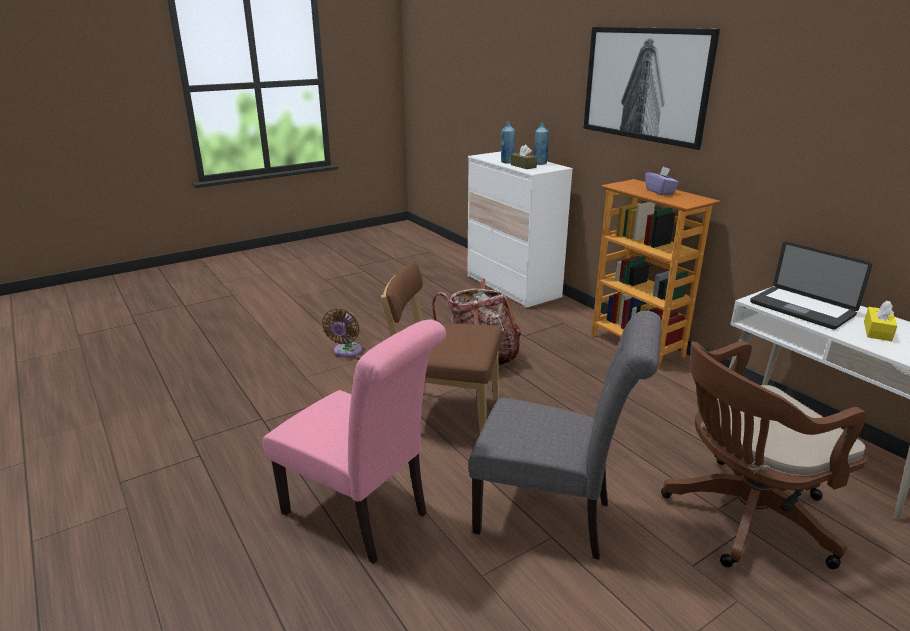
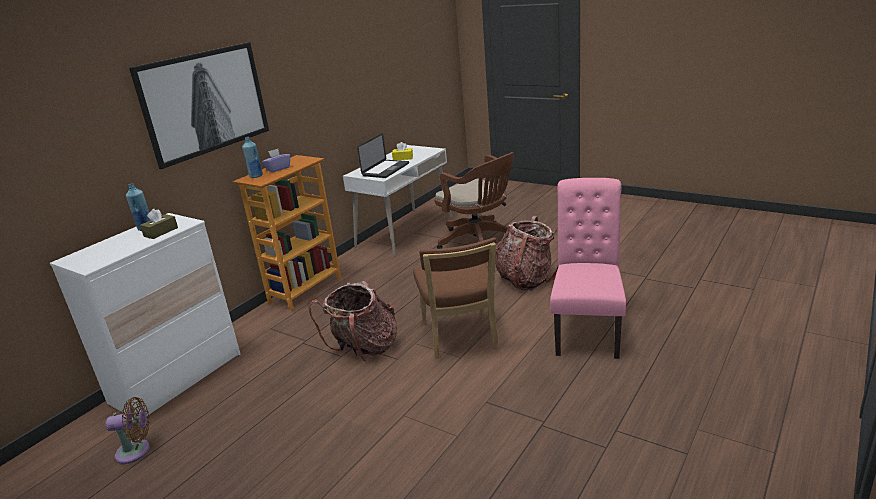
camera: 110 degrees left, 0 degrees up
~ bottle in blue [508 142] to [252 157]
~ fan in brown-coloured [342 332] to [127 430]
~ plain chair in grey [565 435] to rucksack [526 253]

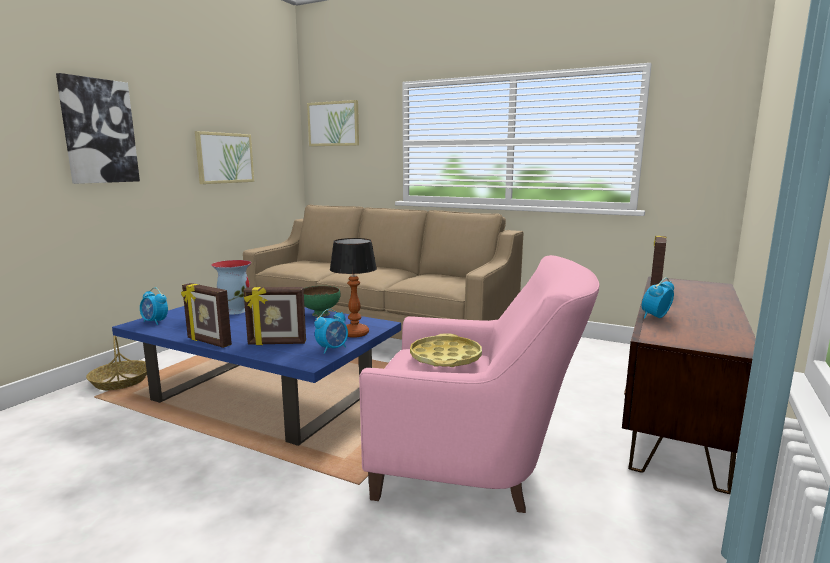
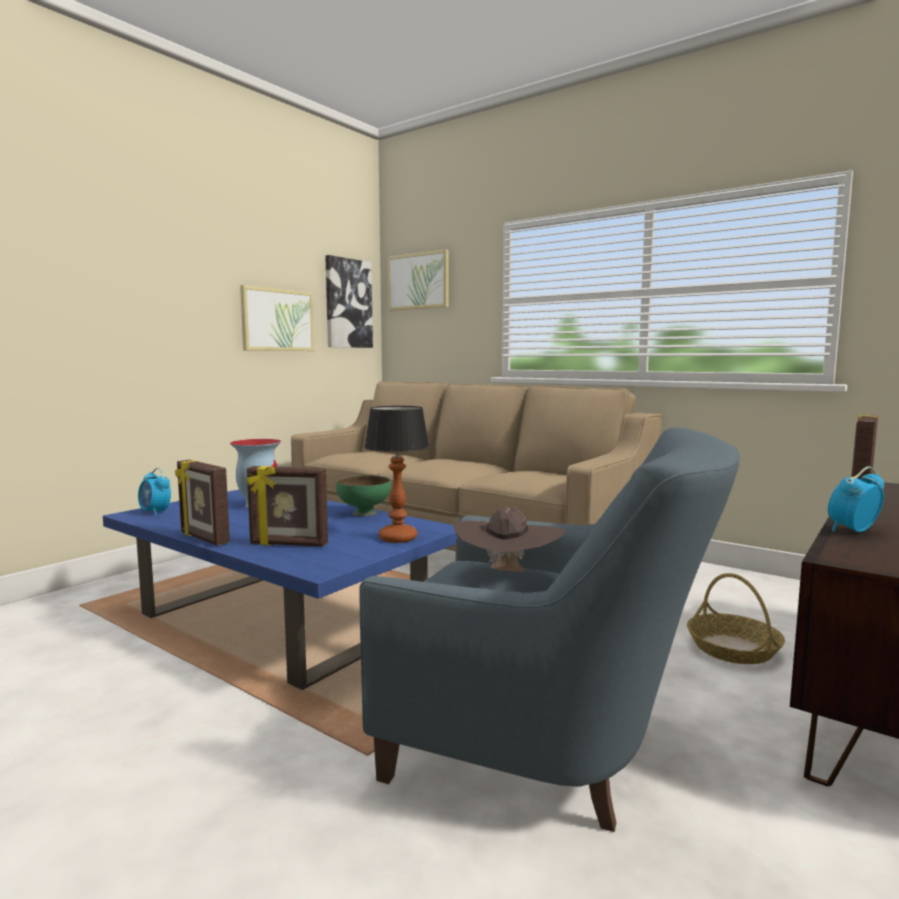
camera: 10 degrees right, 5 degrees down
~ wall picture [98 128] to [349 301]
~ armchair in pink [479 384] to armchair in blue [549 629]
- alarm clock [331 331]
~ tray in yellowish [446 350] to hat in brown-coloured [510 539]
~ basket [116 363] to [736 618]

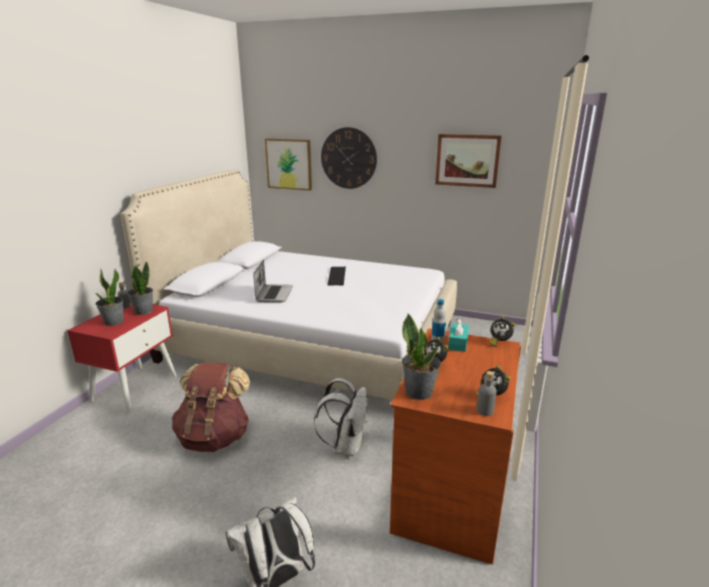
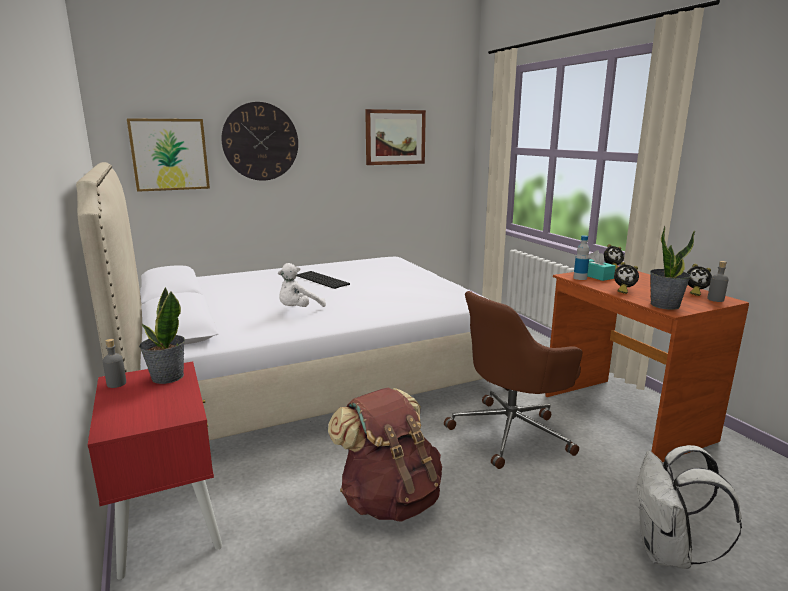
camera: 45 degrees left, 5 degrees down
~ notebook computer [273 280] to cuddly toy in whitish [302 285]
- potted plant [110 297]
~ rucksack in whitish [341 417] to computer chair in brown-coloured [513 380]

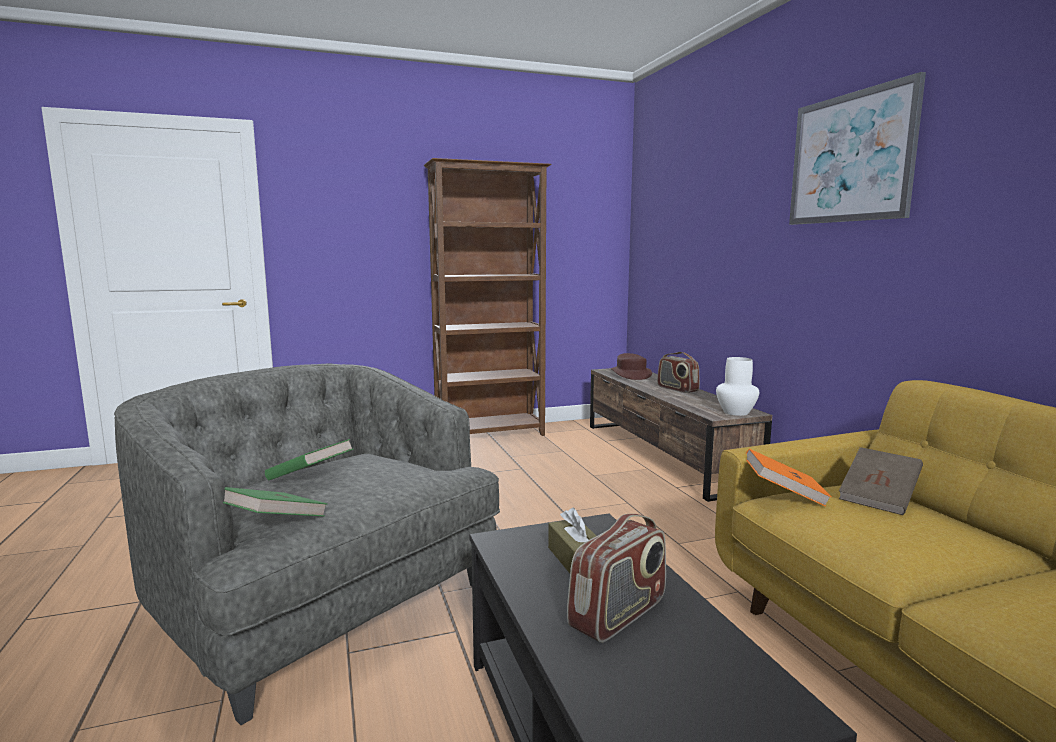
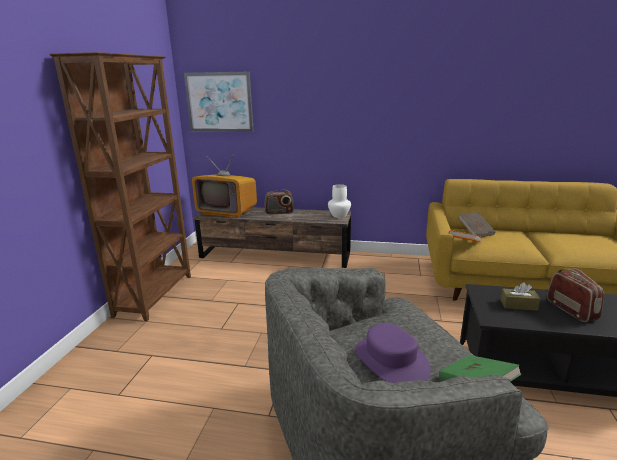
camera: 60 degrees left, 10 degrees up
~ wall picture [857 148] to [219 102]
~ hat in brown-coloured [631 366] to television [224 186]
~ book in green-coloured [309 459] to hat in purple [393 353]

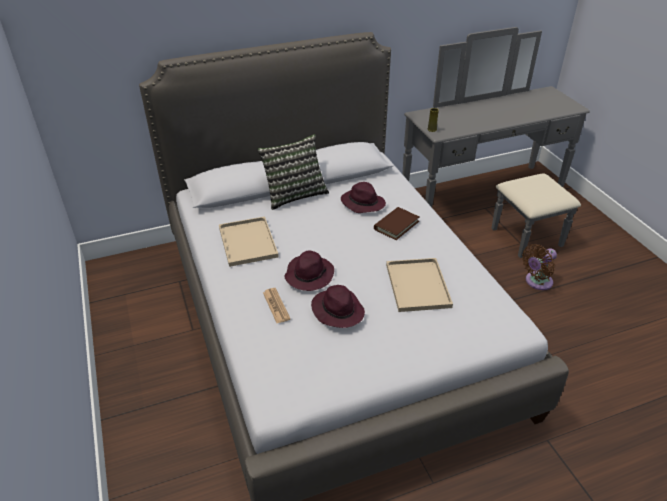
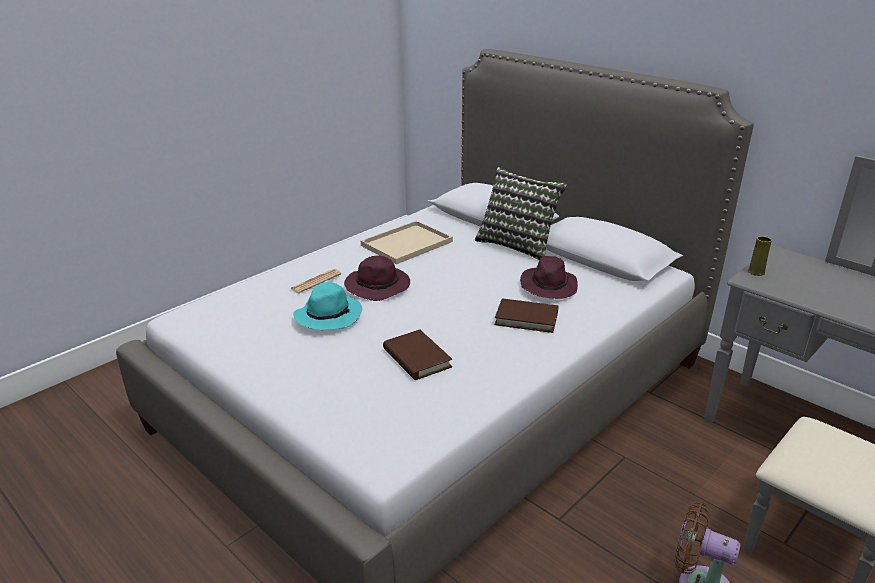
camera: 65 degrees right, 10 degrees down
~ tray in sand-coloured [419 285] to book in brown-coloured [417 354]
~ hat in purple [338 306] to hat in turquoise [327 306]

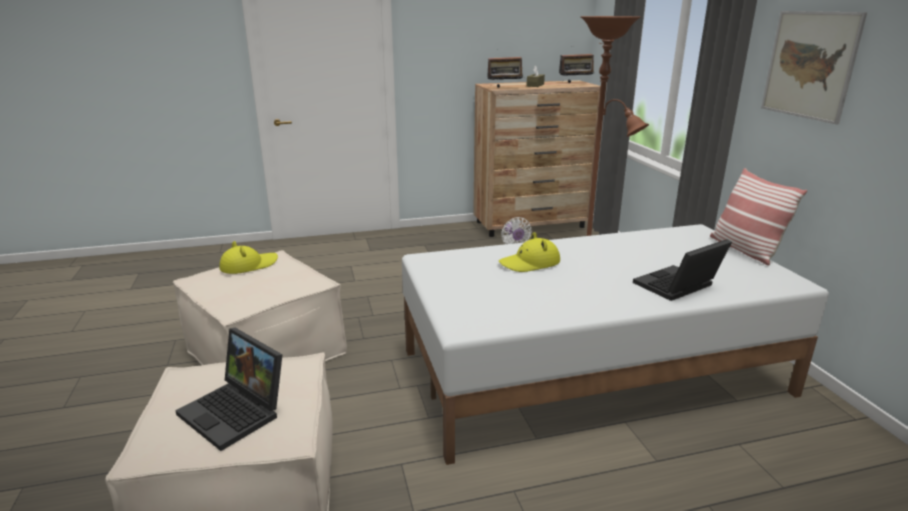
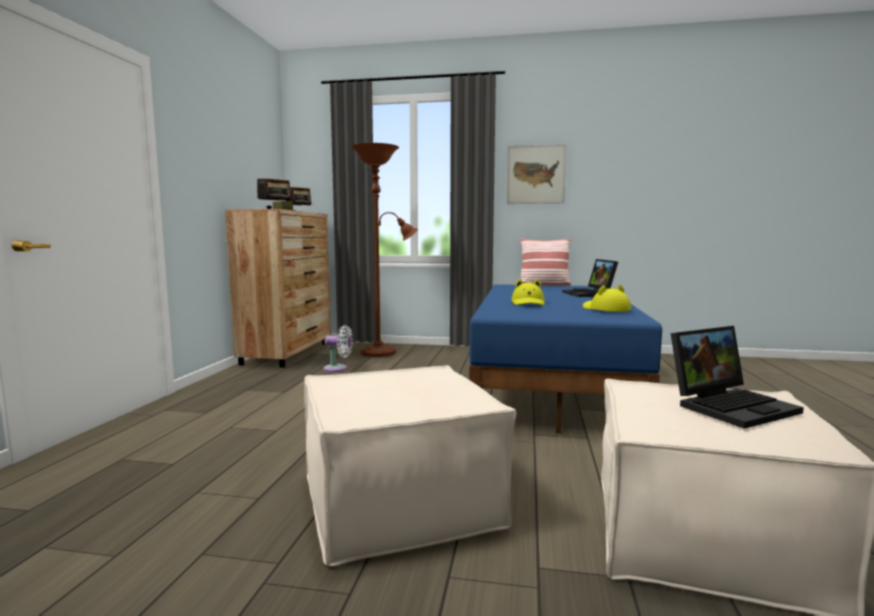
camera: 65 degrees left, 15 degrees down
~ bedroom bed in whitish [615 344] to bedroom bed in blue [565 358]
~ hat in yellowish [248 257] to [607 298]

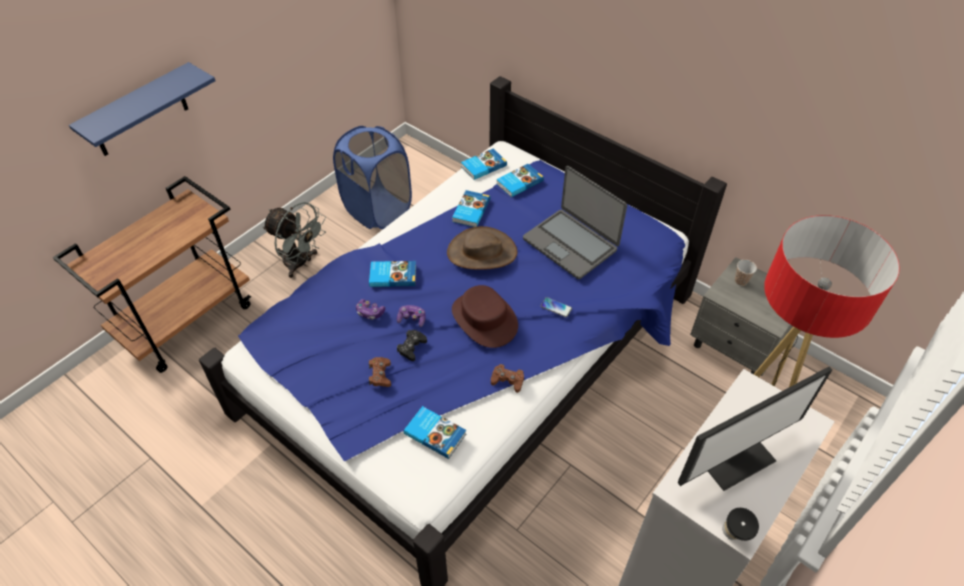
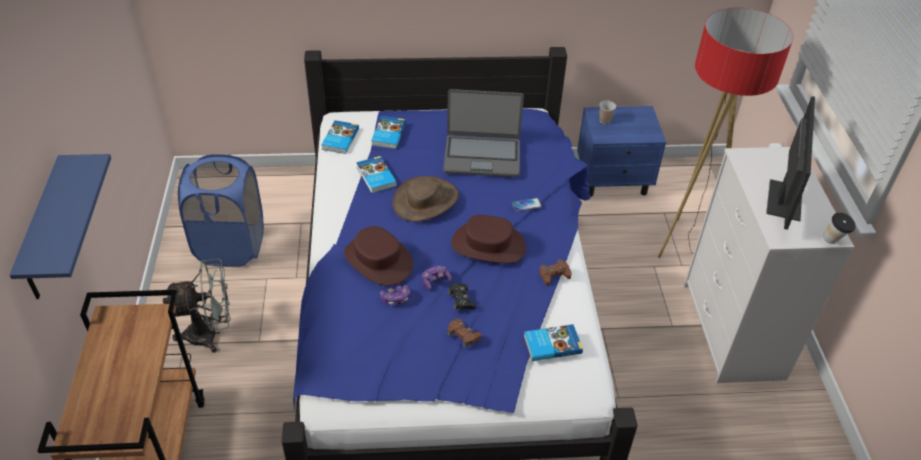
camera: 45 degrees left, 5 degrees down
~ night table in grey [741 316] to night table in blue [621 151]
~ book [392 274] to hat in brown-coloured [378 256]

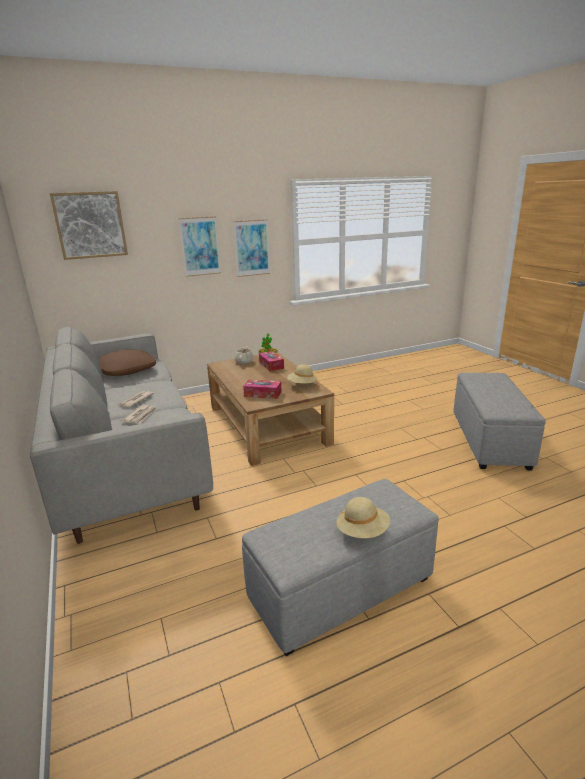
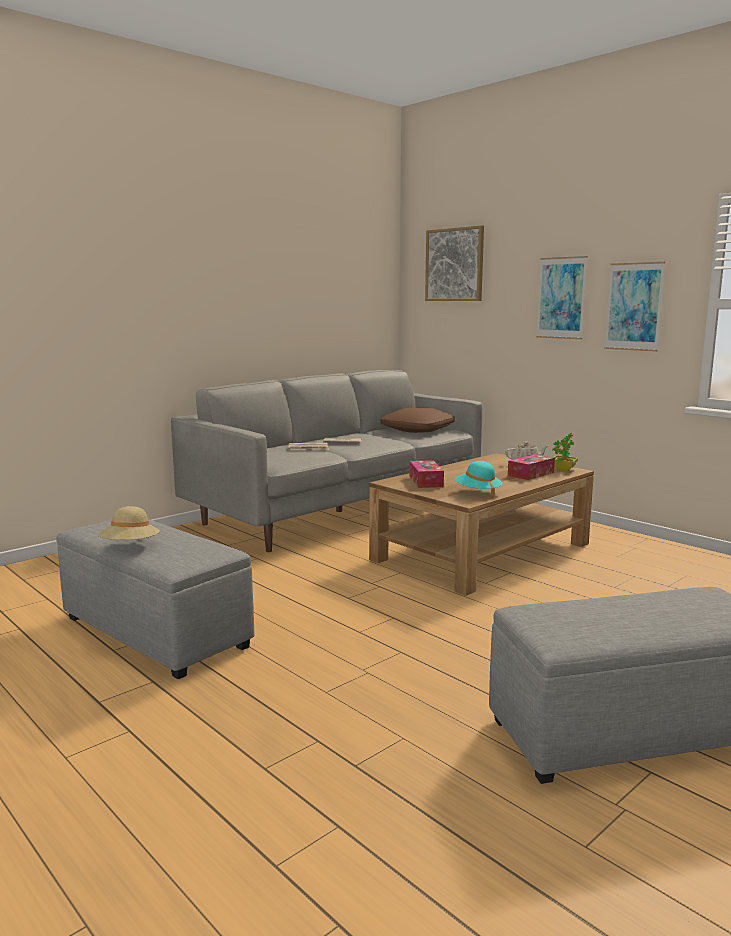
camera: 70 degrees right, 10 degrees down
~ hat in sand-coloured [302 373] to hat in turquoise [479 479]

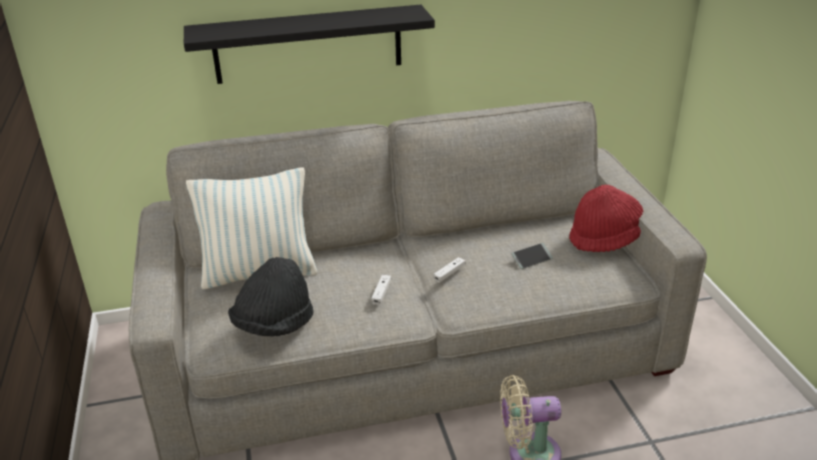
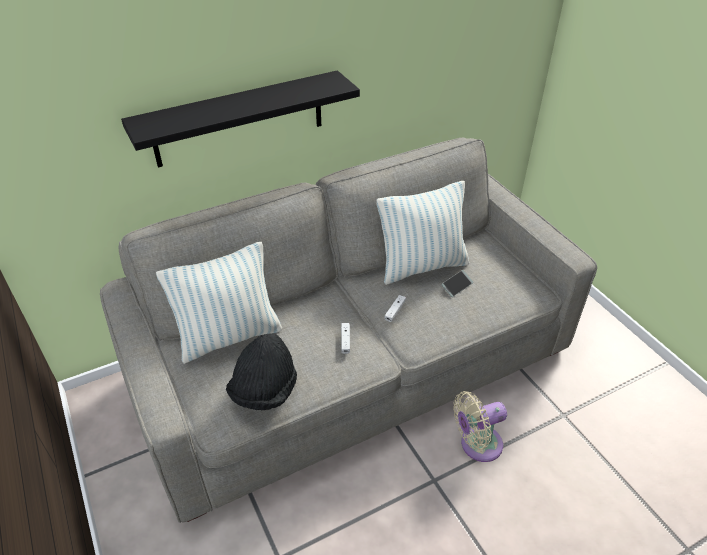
camera: 15 degrees left, 10 degrees up
- hat in red-coloured [606 218]
+ cushion [422 233]

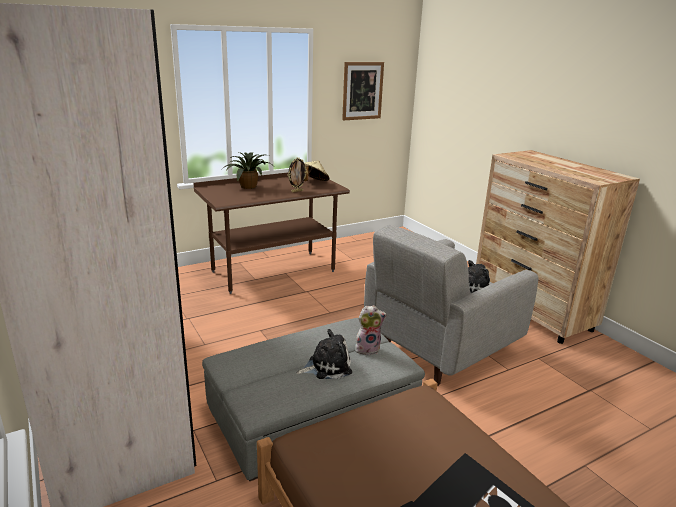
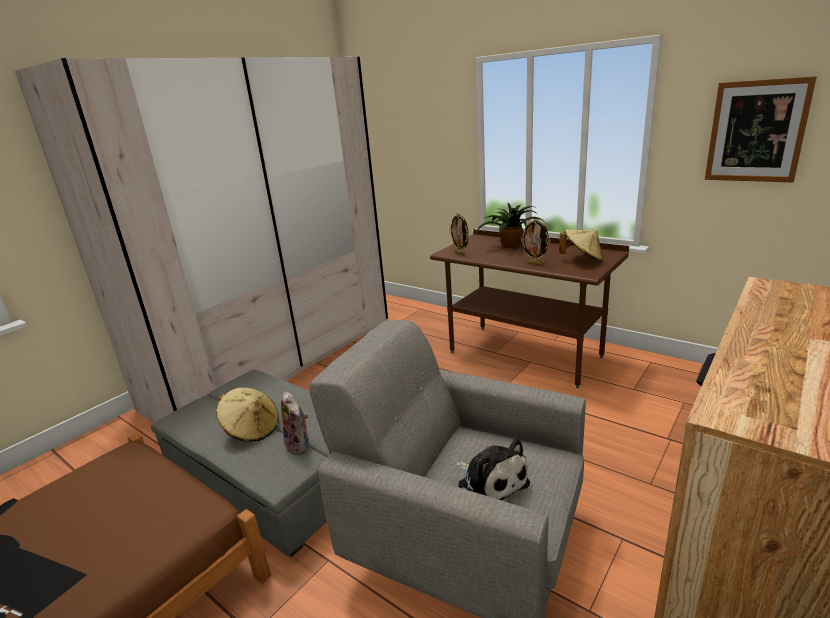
camera: 70 degrees right, 0 degrees up
~ cuddly toy [324 354] to hat in sand-coloured [247 414]
+ standing frame [459 234]

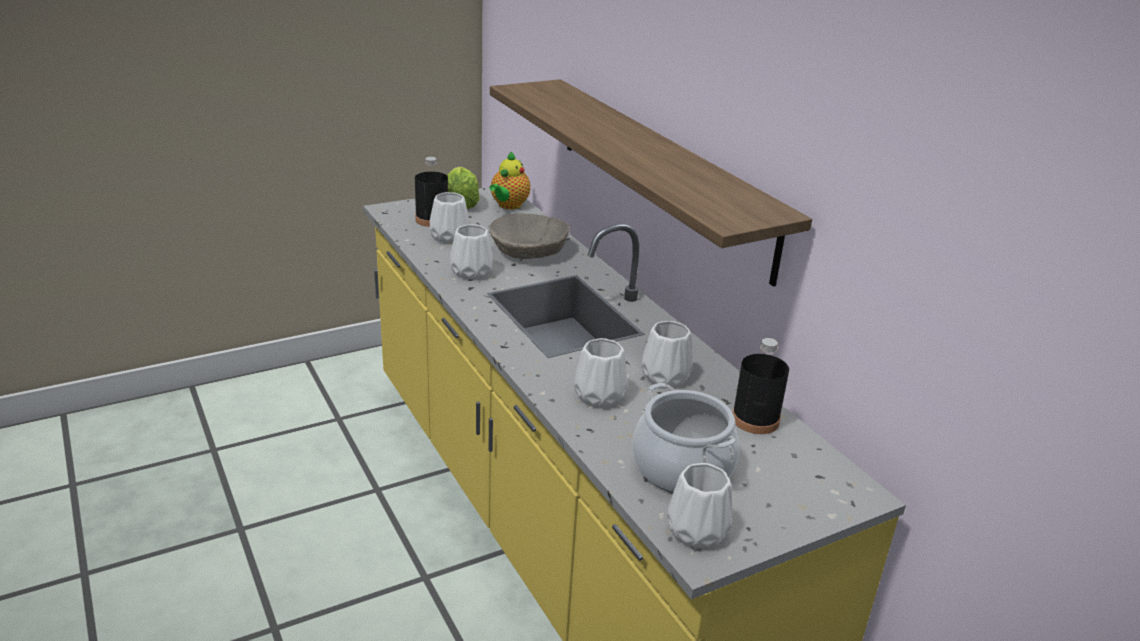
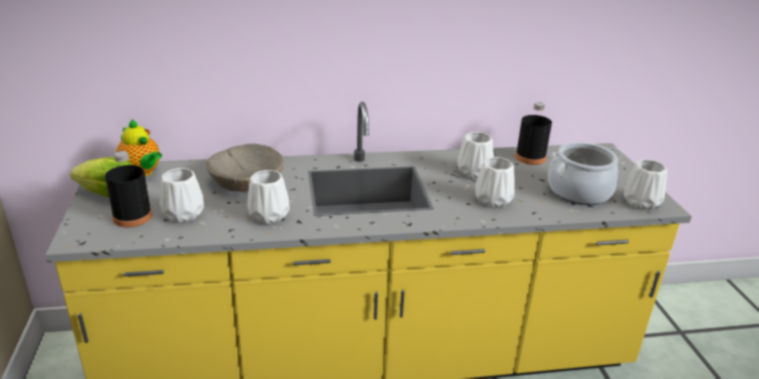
camera: 70 degrees left, 0 degrees up
- wall shelf [651 183]

